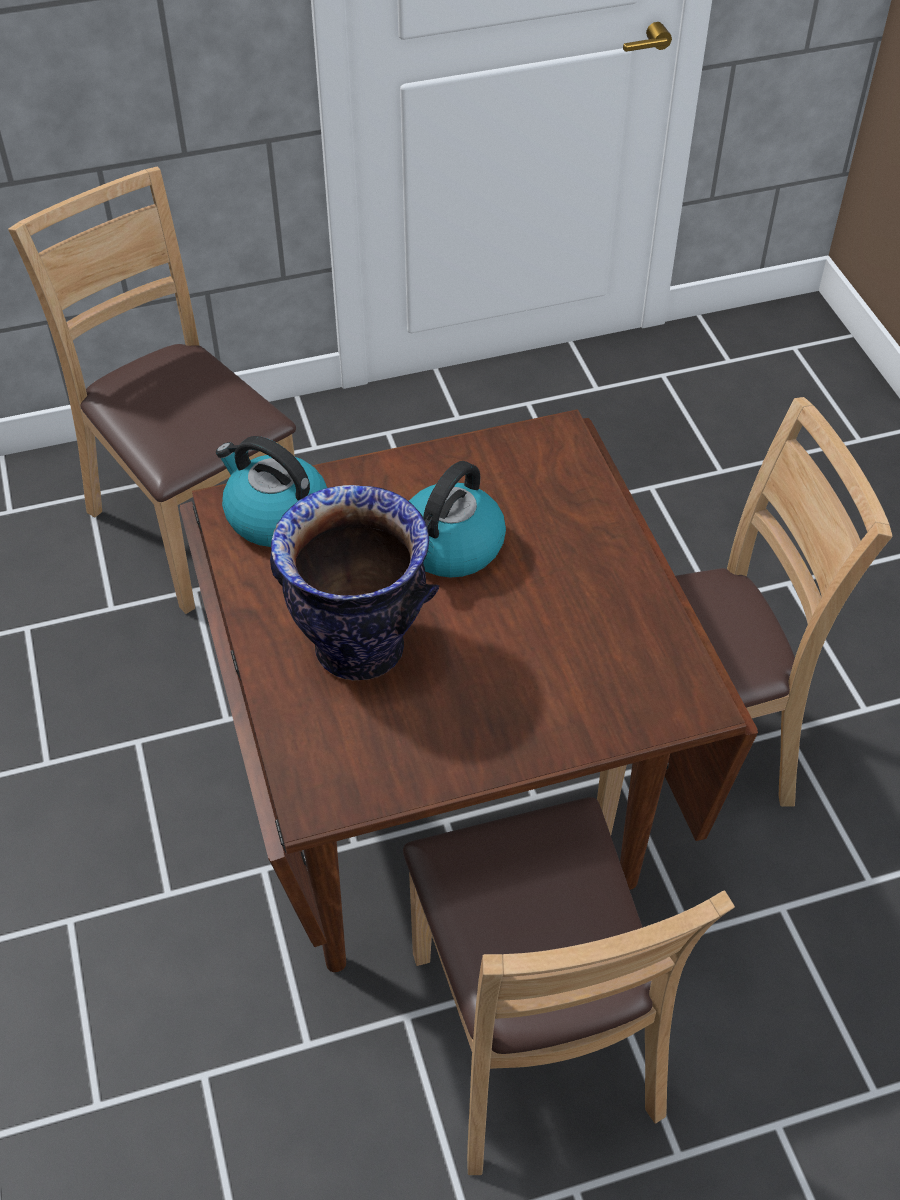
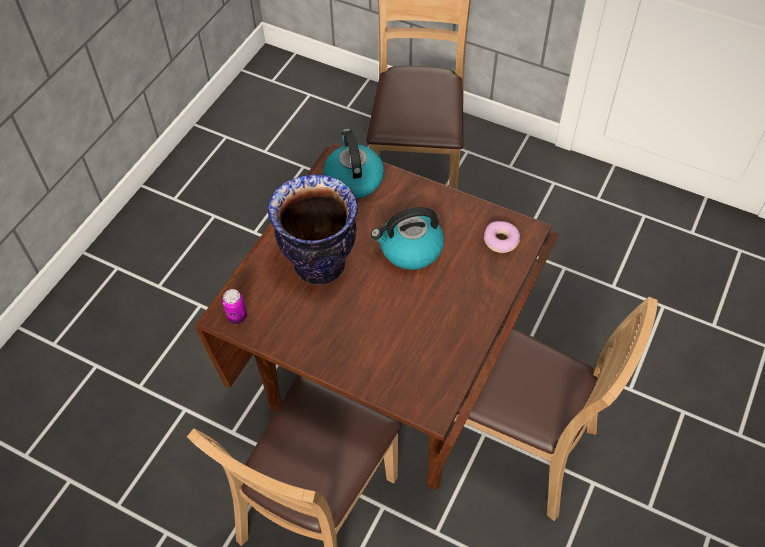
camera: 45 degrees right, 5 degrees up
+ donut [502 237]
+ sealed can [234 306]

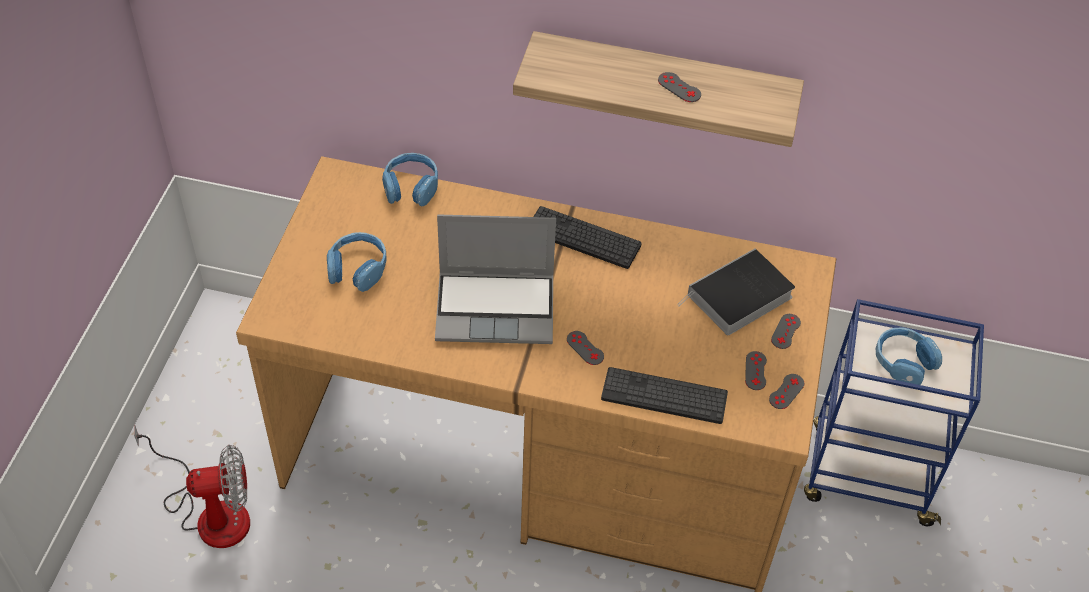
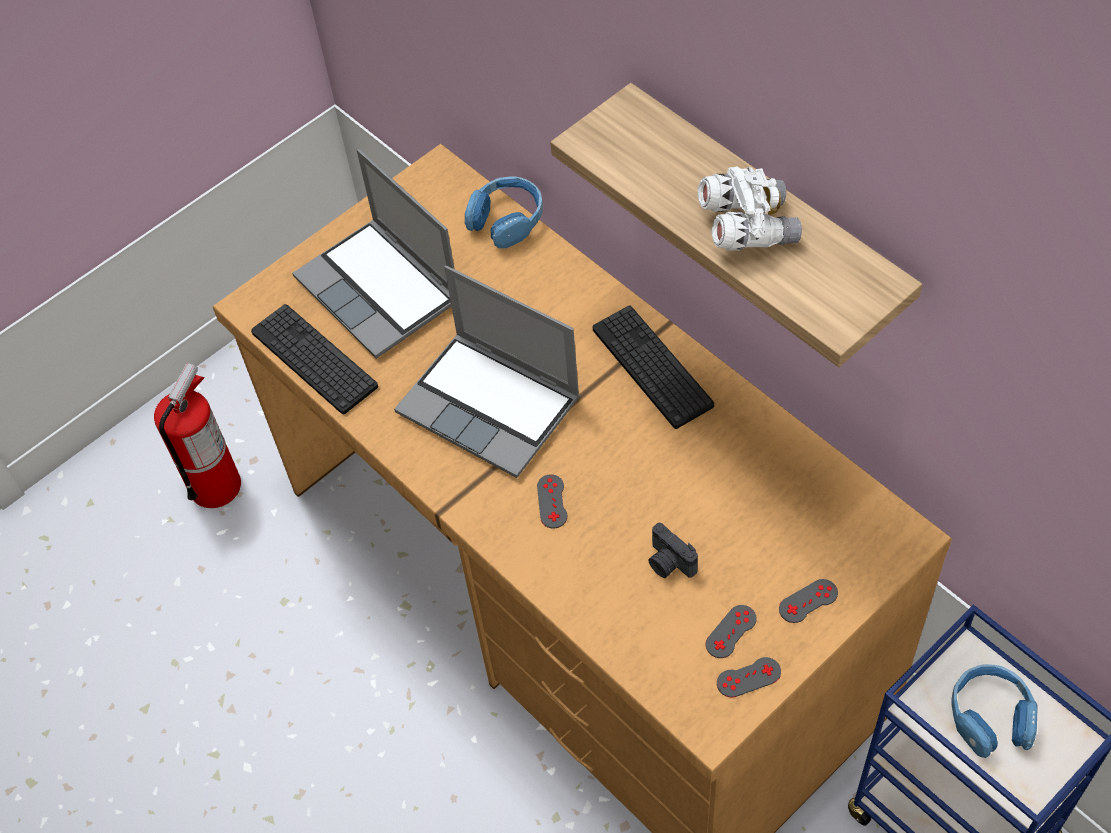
camera: 40 degrees right, 5 degrees up
~ game controller in grey [679 87] to pair of binoculars in whitish [750 208]
~ pair of headphones in blue [356 262] to notebook computer [373 254]
- book [736 292]
~ PC keyboard [664 395] to [314 359]
~ fan [192 486] to fire extinguisher [197 435]
+ still camera [673 550]

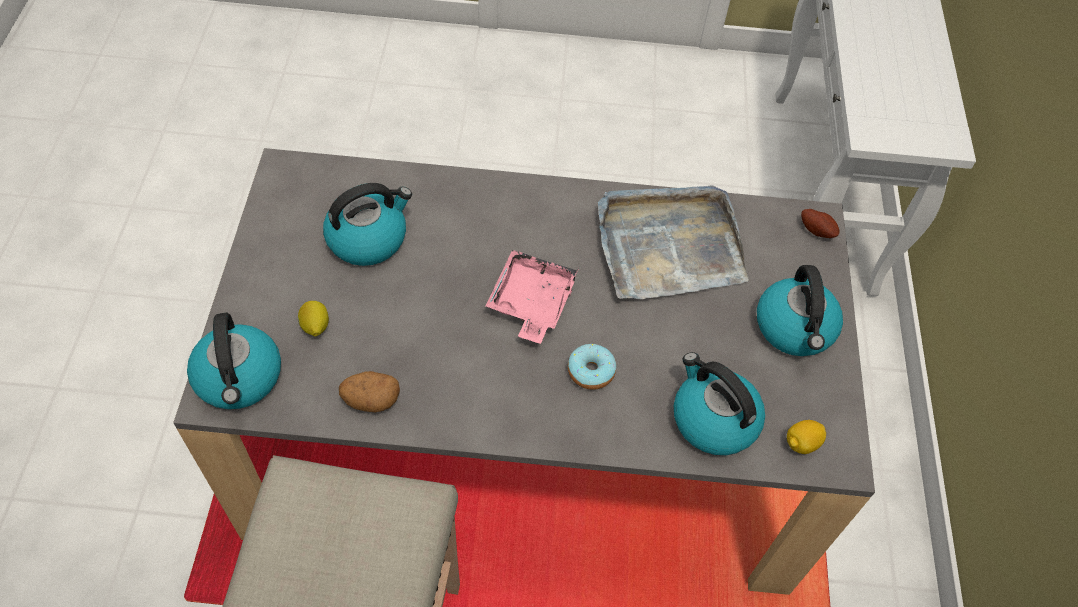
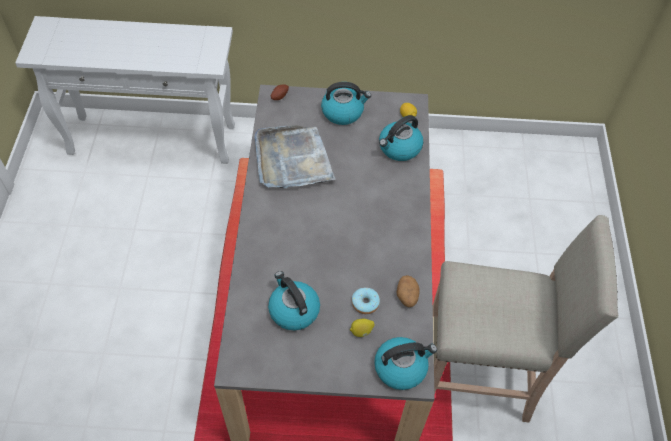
camera: 90 degrees left, 0 degrees up
- tray in pink [532 297]
~ donut [592 367] to [366 301]

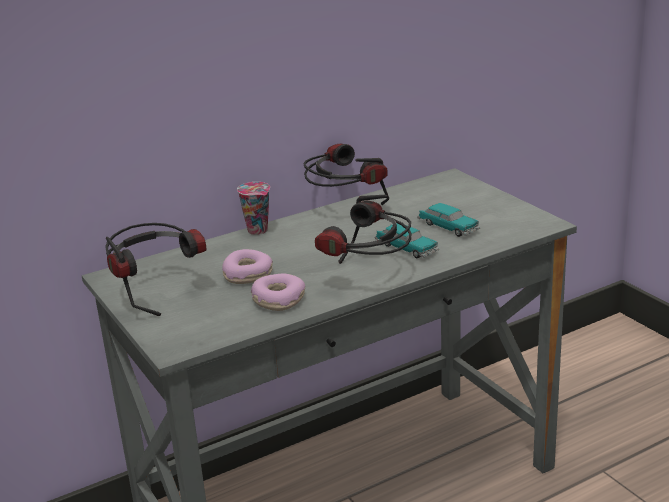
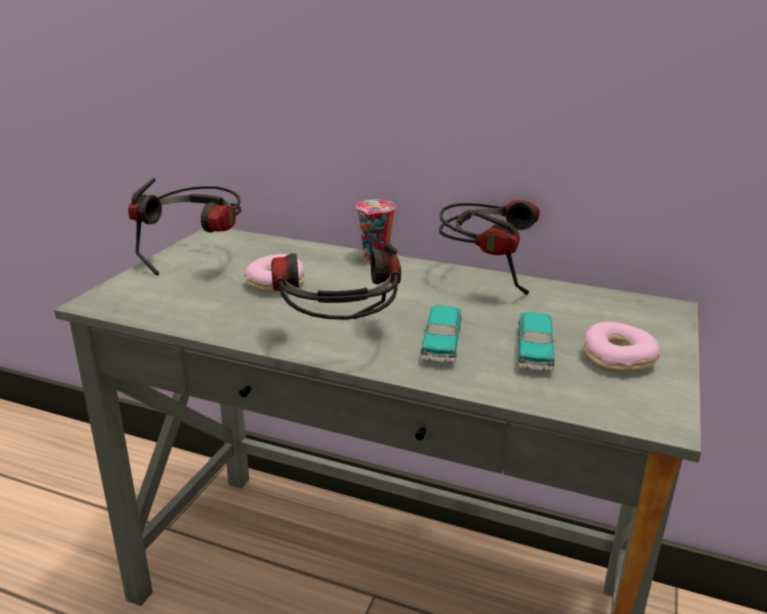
camera: 50 degrees right, 0 degrees up
~ donut [278 292] to [621 347]

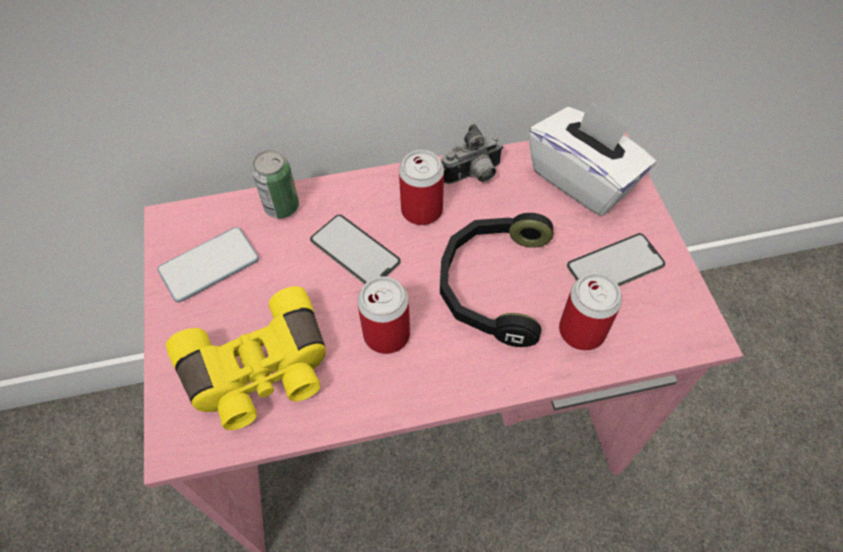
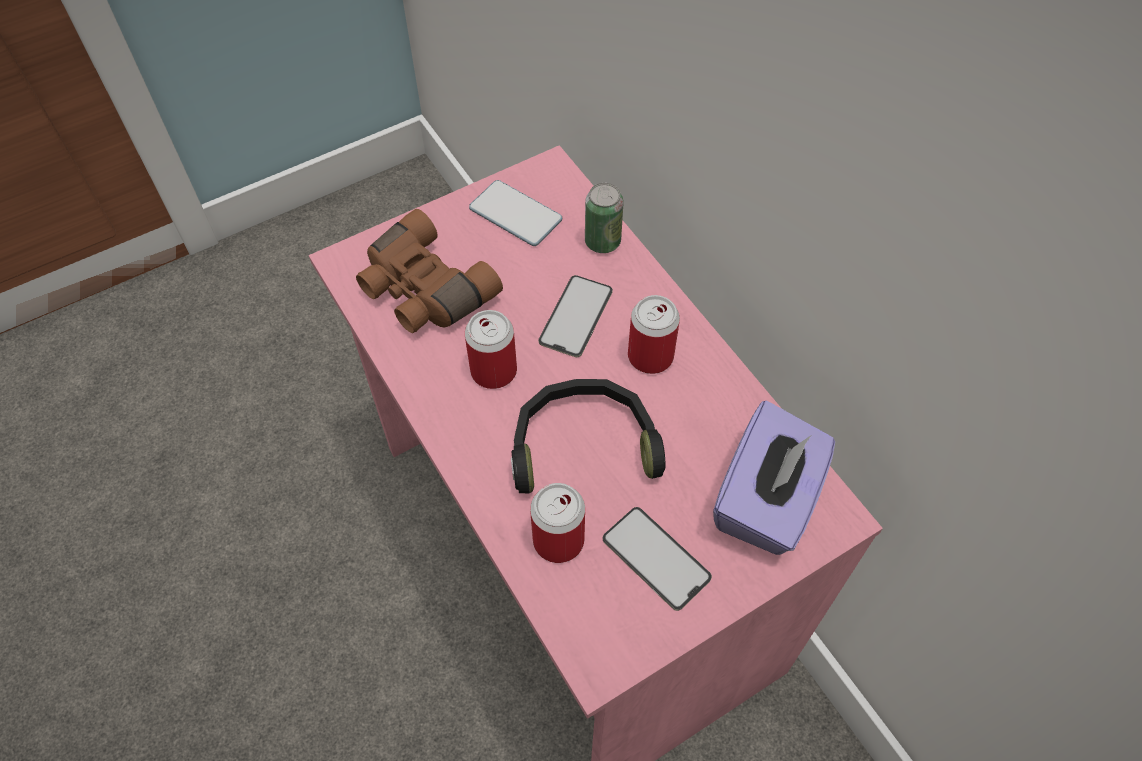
camera: 70 degrees right, 0 degrees up
~ tissue holder in whitish [592 158] to tissue holder in purple [774 478]
- still camera [472 154]
~ pair of binoculars in yellowish [246 358] to pair of binoculars in brown-coloured [429 271]

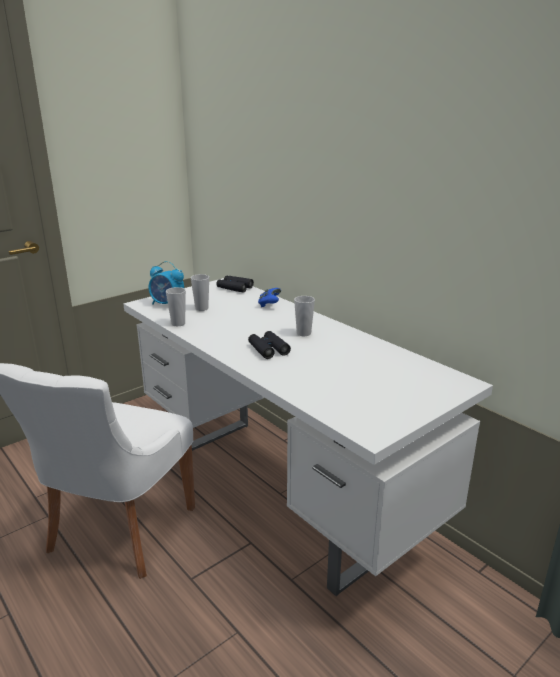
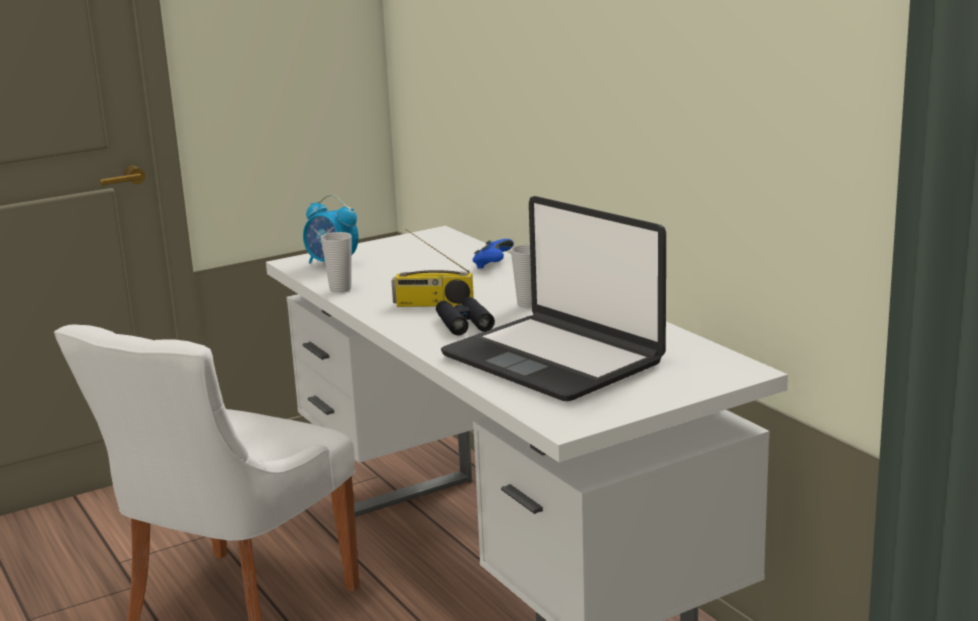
camera: 10 degrees right, 5 degrees down
- drinking cup [200 292]
- pair of binoculars in blackish [235 284]
+ notebook computer [553 298]
+ radio [432 268]

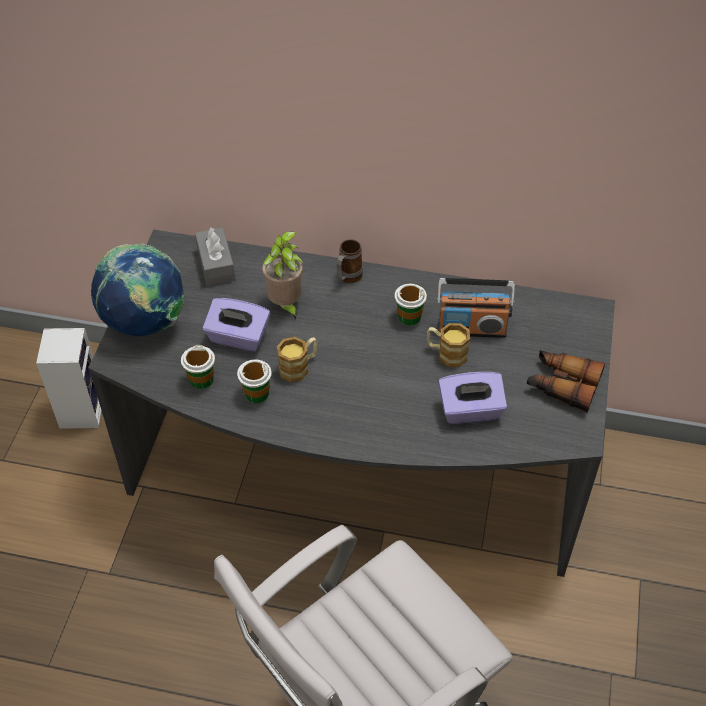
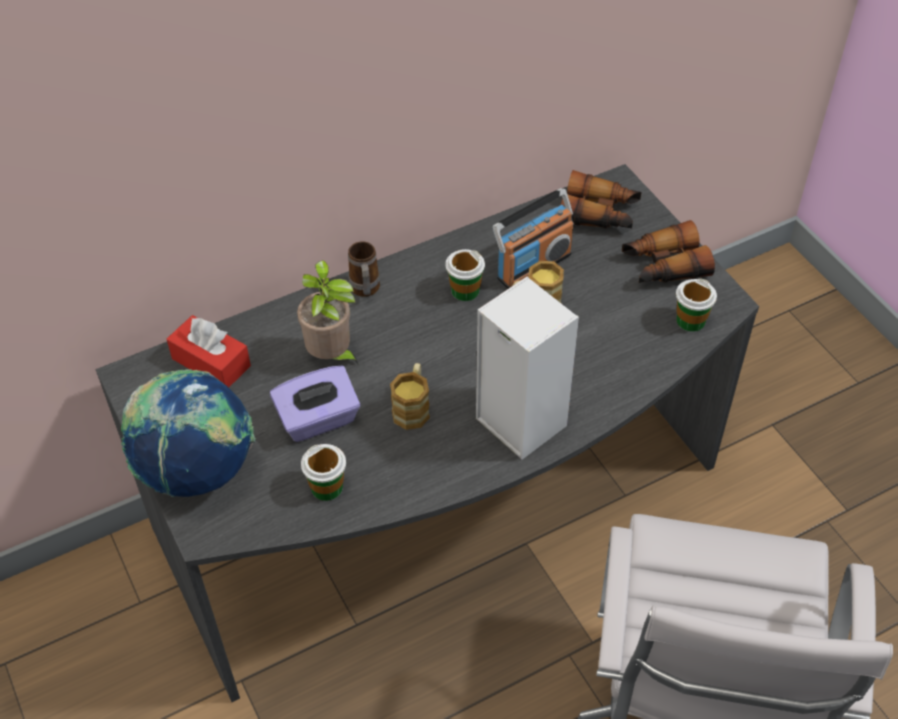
camera: 40 degrees left, 0 degrees up
~ tissue holder in grey [215 256] to tissue holder in red-coloured [209 351]
~ loudspeaker [69 378] to [527 368]
~ drinking cup [254 381] to [696 305]
- tissue holder in purple [472 398]
+ pair of binoculars [601 199]

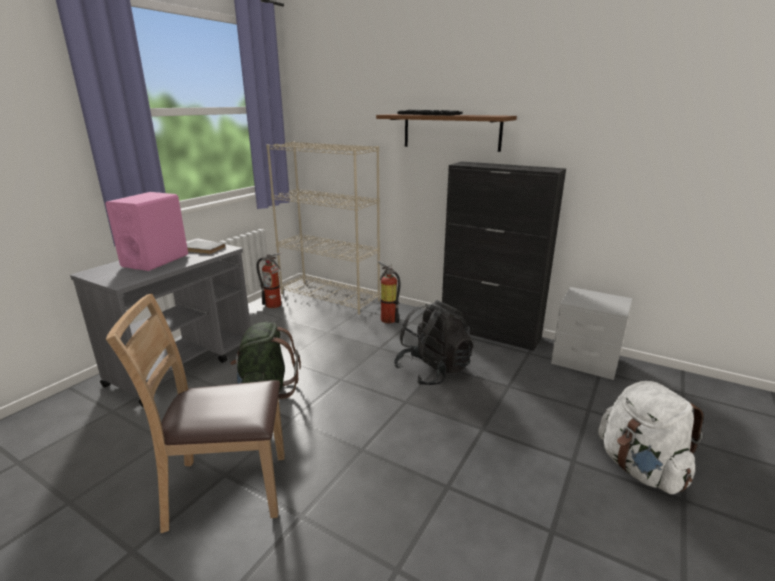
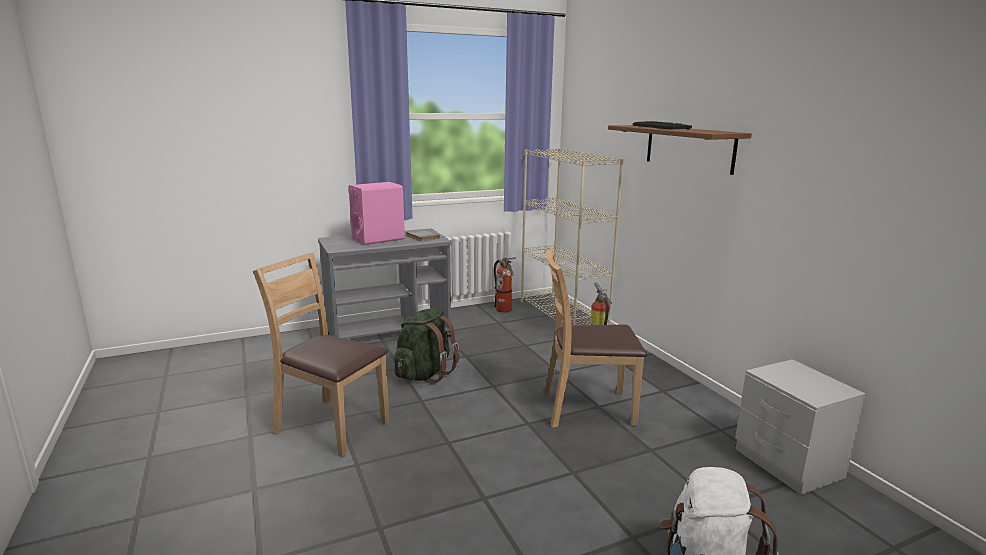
camera: 35 degrees right, 5 degrees down
- storage cabinet in blackish [504 256]
~ rucksack in blackish [433 342] to plain chair in brown-coloured [595 338]

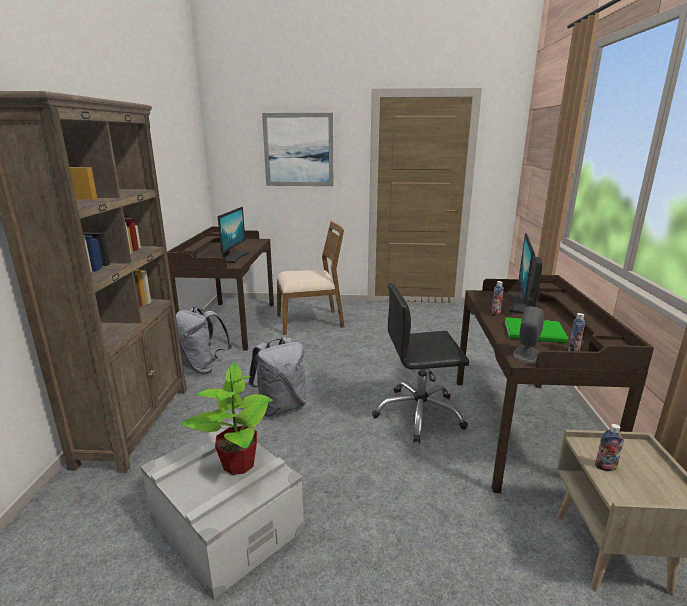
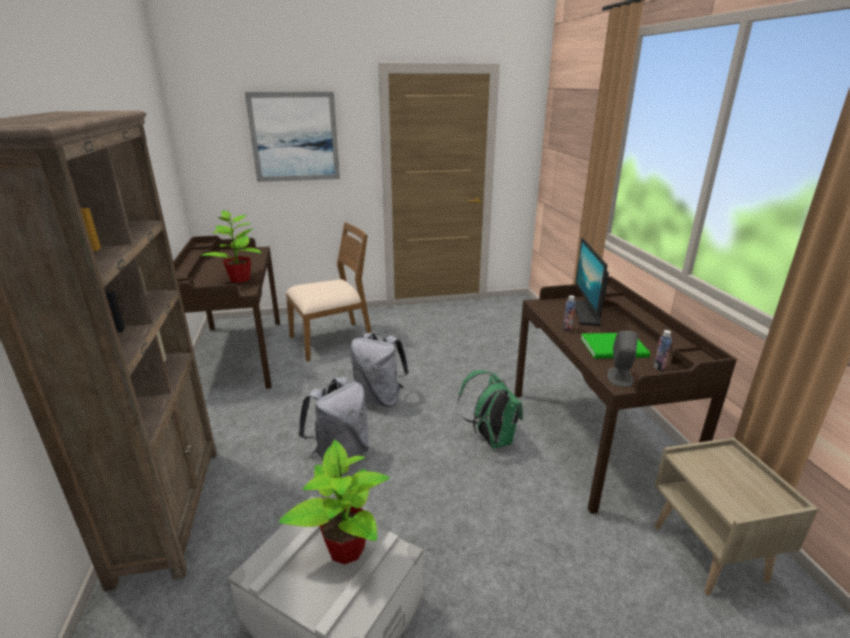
camera: 15 degrees left, 5 degrees up
~ computer screen [233 235] to potted plant [230 246]
~ computer chair in blackish [420 363] to rucksack in green-coloured [490 409]
~ rucksack in grey [204 340] to [379 369]
- bottle [609 447]

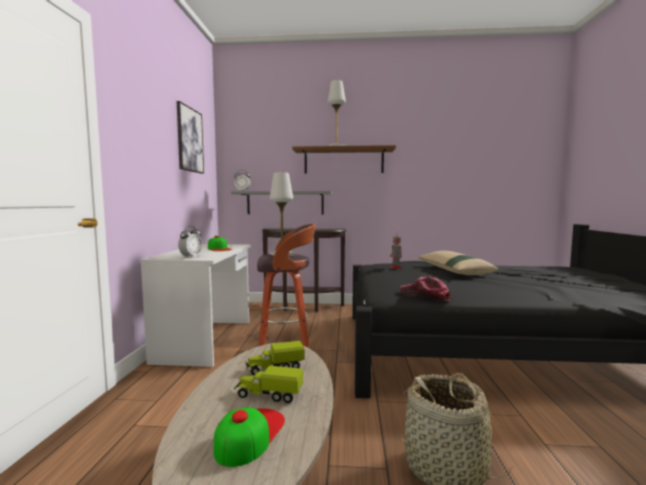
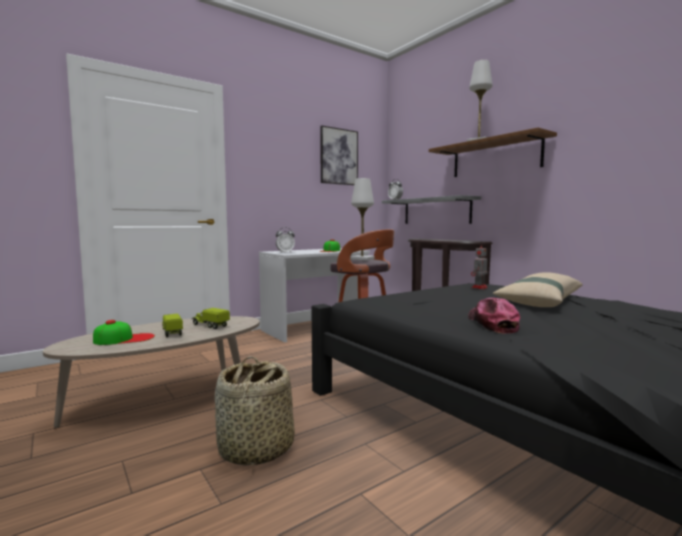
camera: 50 degrees right, 0 degrees up
~ peaked cap [426 288] to [494 316]

